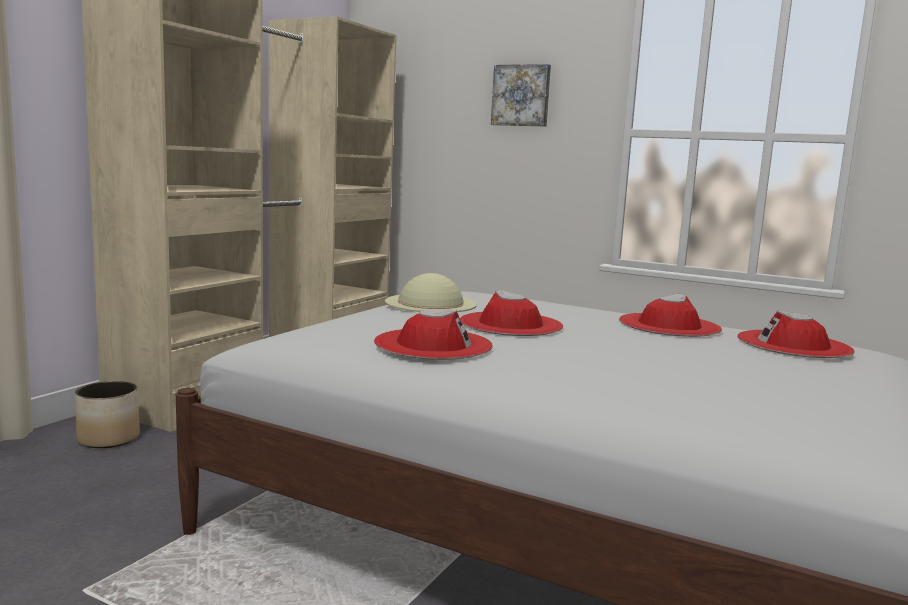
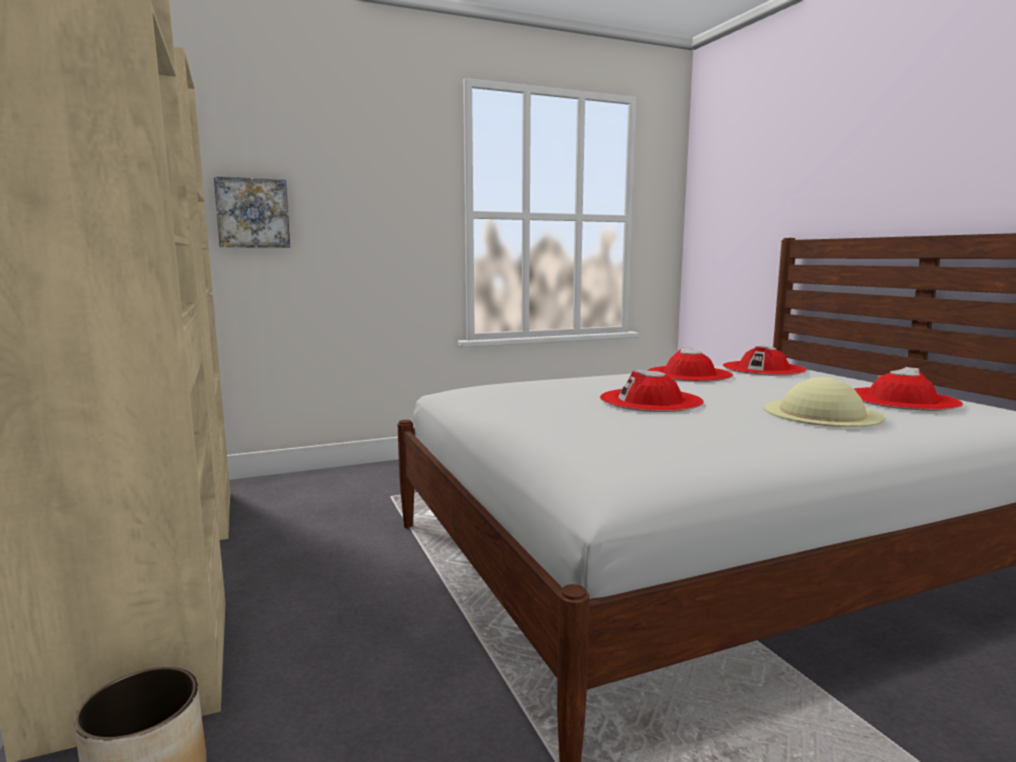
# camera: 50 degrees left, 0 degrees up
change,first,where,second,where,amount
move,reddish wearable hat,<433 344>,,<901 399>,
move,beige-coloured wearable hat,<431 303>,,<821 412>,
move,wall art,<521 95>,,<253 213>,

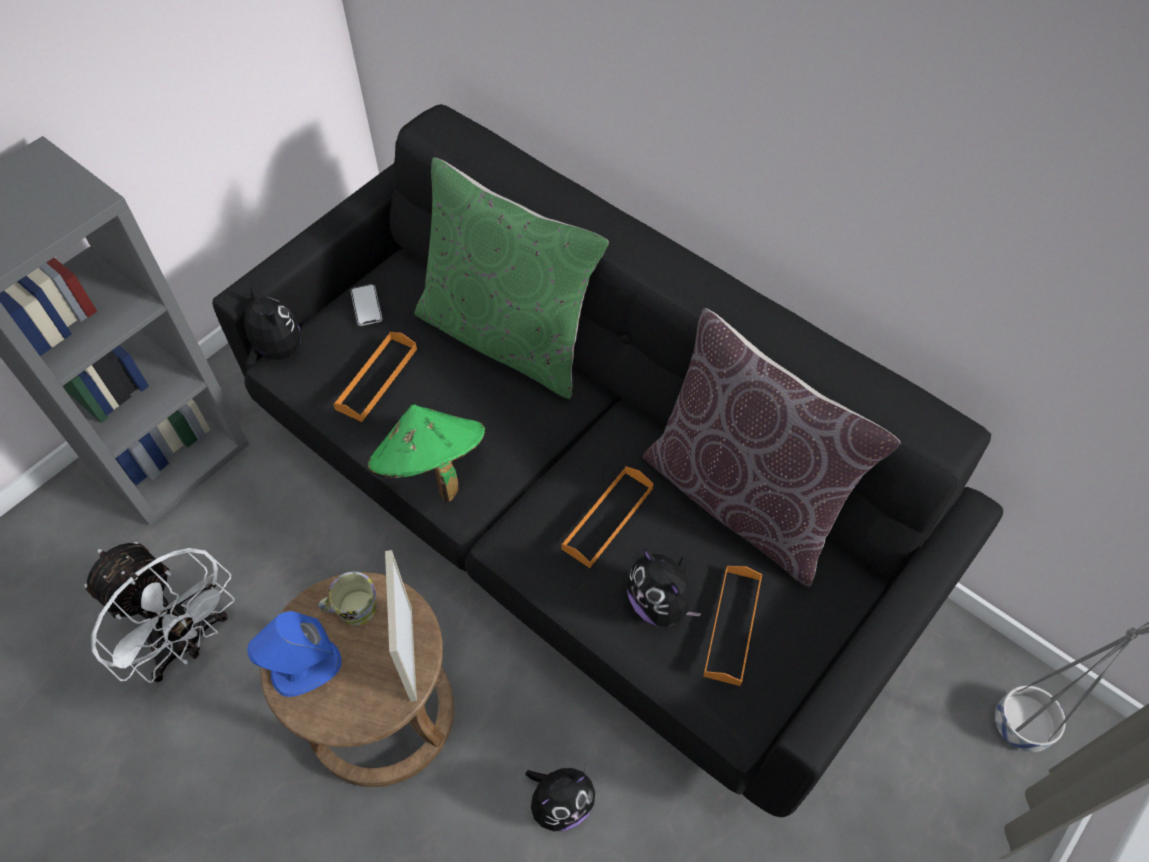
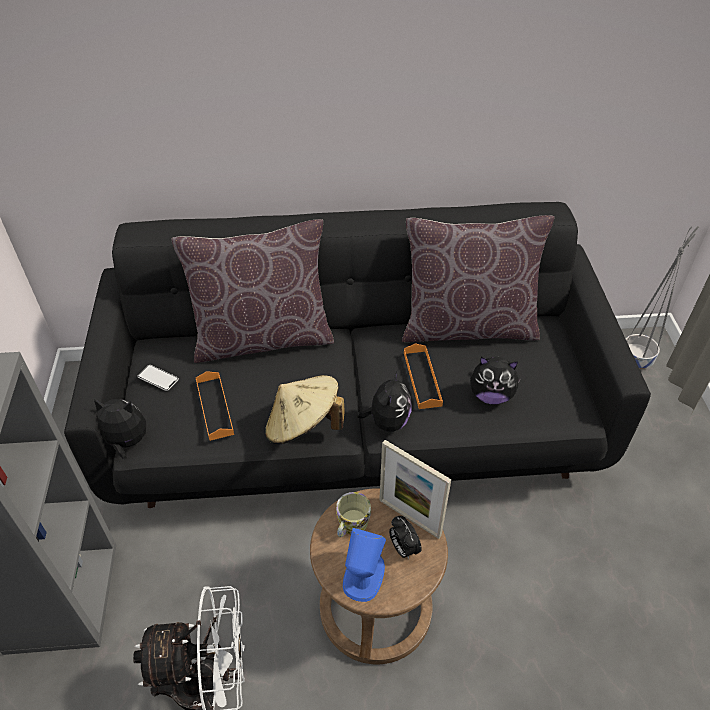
# camera: 45 degrees left, 10 degrees down
change,first,where,second,where,amount
recolor,greenish wearable hat,<431 468>,beige-coloured wearable hat,<303 426>,
recolor,greenish throw pillow,<507 336>,brown-coloured throw pillow,<262 338>,
move,soft toy,<561 803>,,<387 422>,
delete,orange carrying tray,<732 626>,,,
insert,,,table clock,<403 548>,

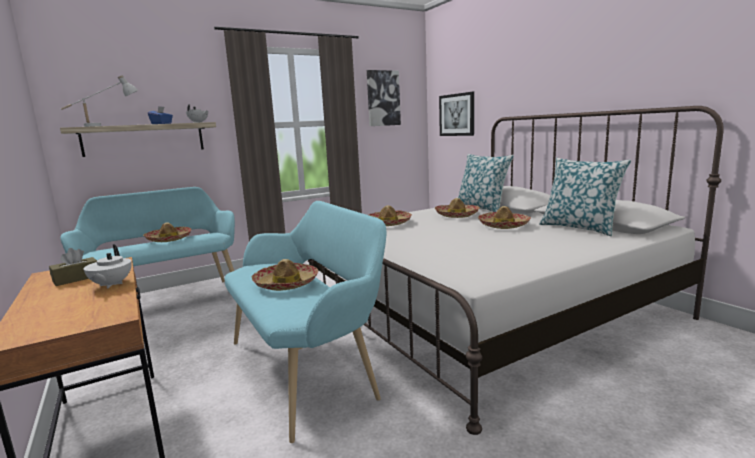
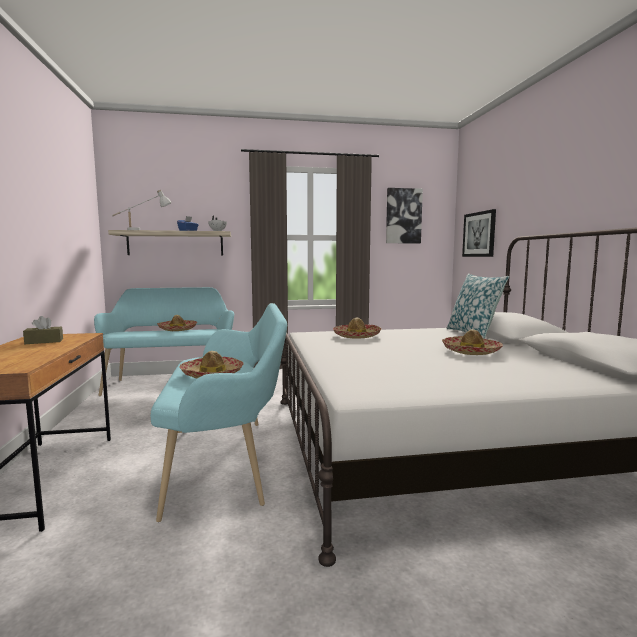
# camera: 20 degrees right, 5 degrees down
change,first,where,second,where,amount
delete,white tea pot,<111 285>,,,
delete,wearable hat,<457 215>,,,
delete,throw pillow,<580 228>,,,

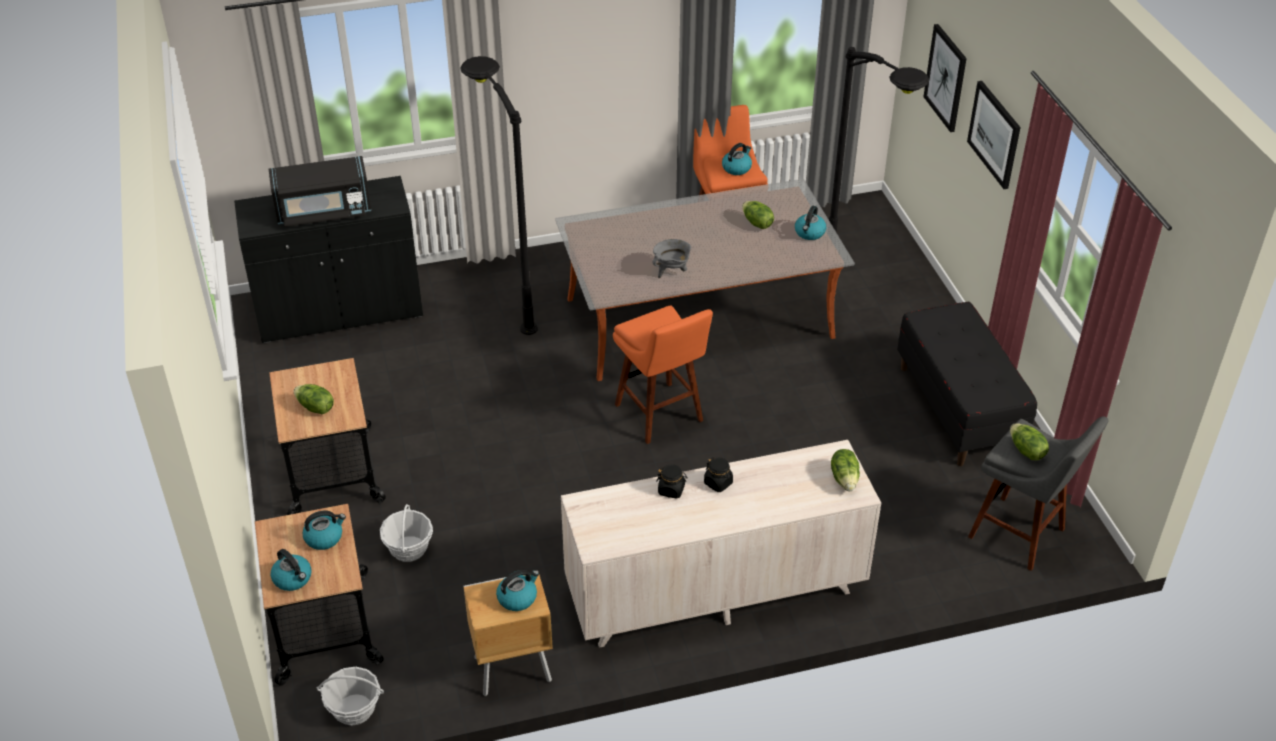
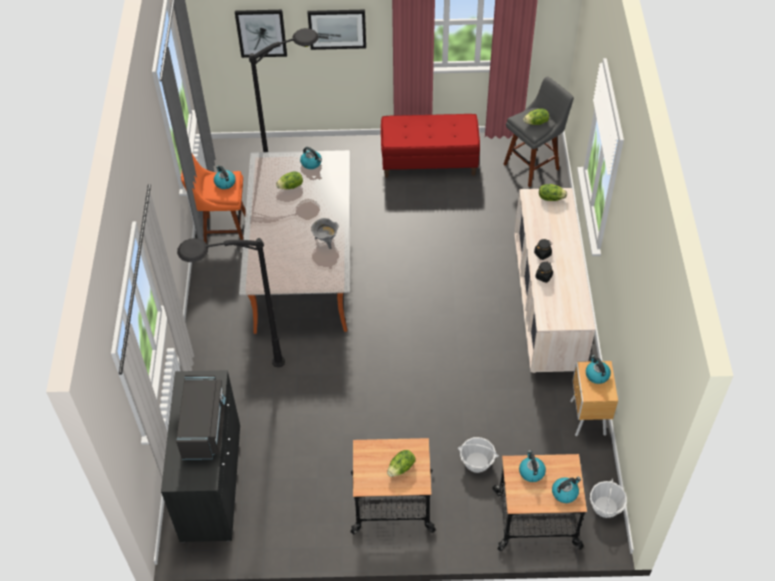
# camera: 75 degrees left, 10 degrees up
change,first,where,second,where,amount
delete,orange stool seat,<661 416>,,,
recolor,black bench,<958 409>,reddish bench,<429 162>,

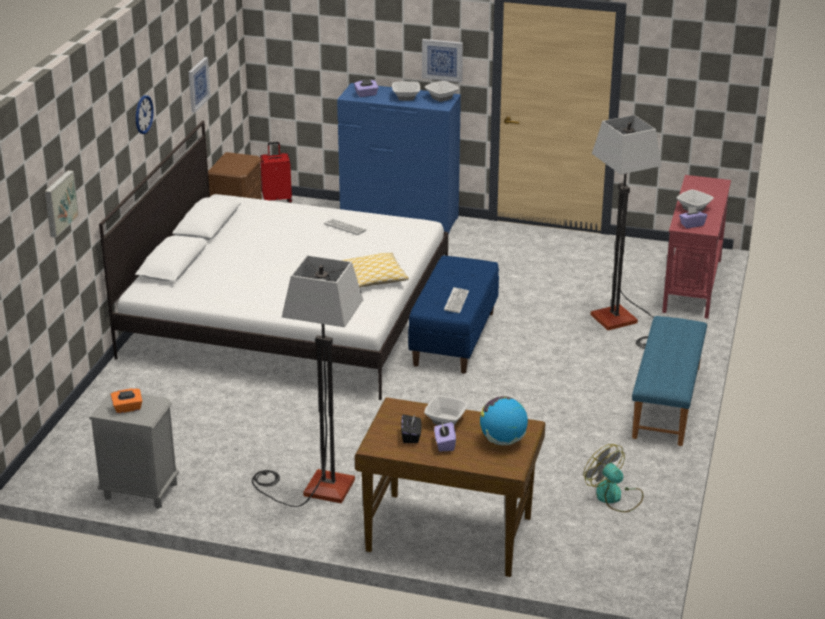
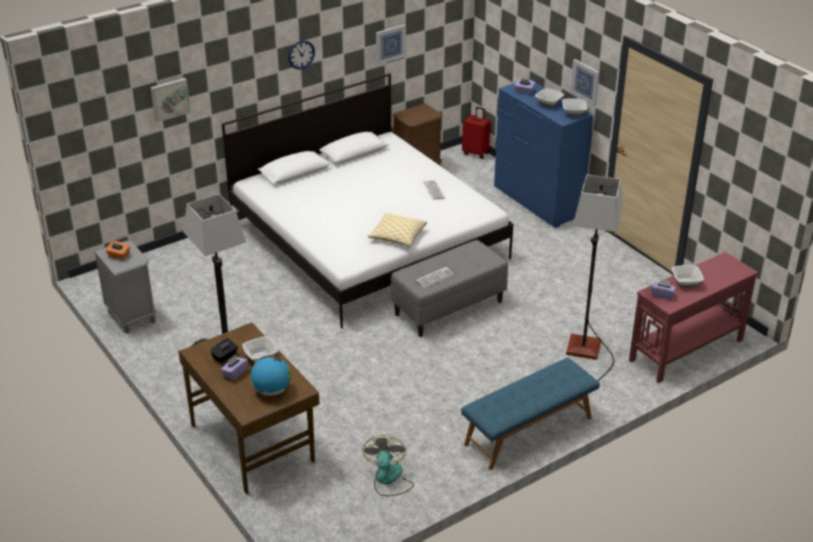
# camera: 40 degrees right, 5 degrees up
change,first,where,second,where,amount
recolor,blue bench,<453 338>,grey bench,<449 307>,

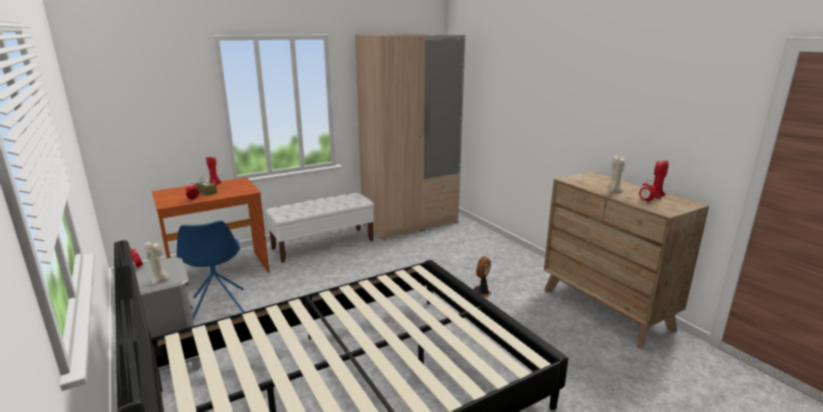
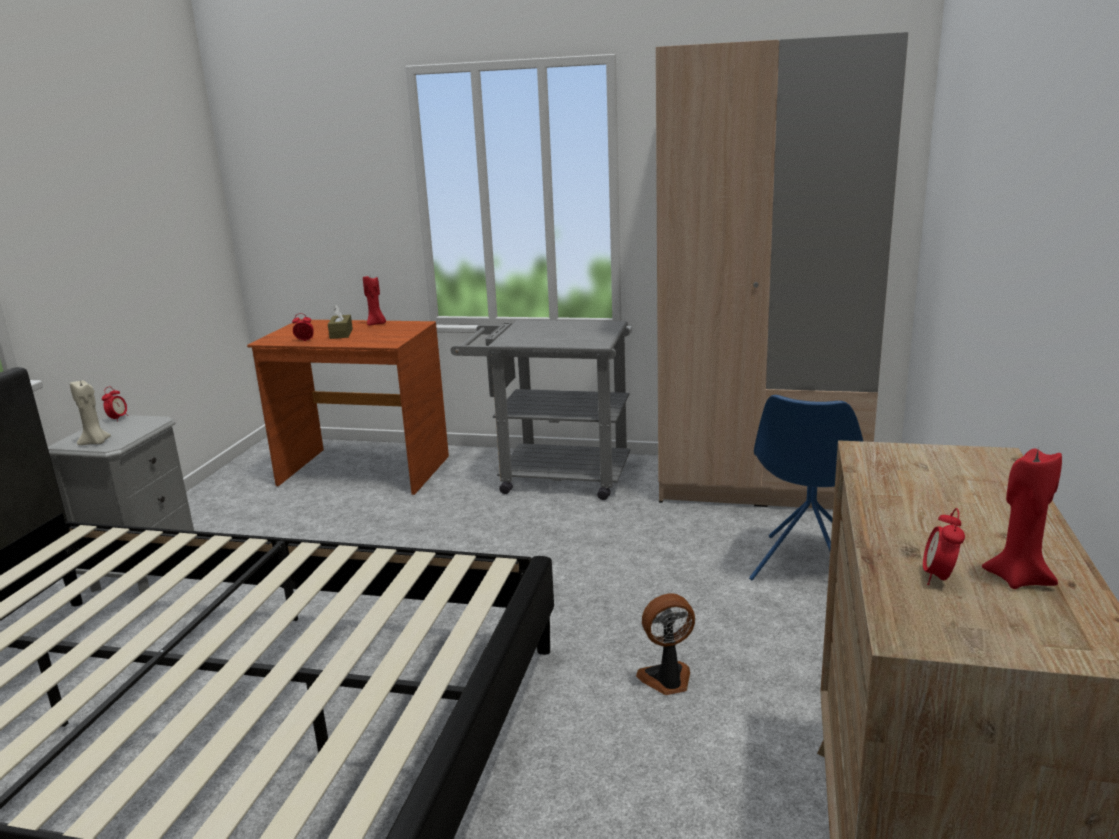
# camera: 45 degrees right, 0 degrees up
change,first,where,second,where,amount
move,blue chair,<218 306>,,<806 567>,
replace,white bench,<323 244>,grey wheeled cart,<552 476>,
delete,beige-coloured wax candle,<613 191>,,,

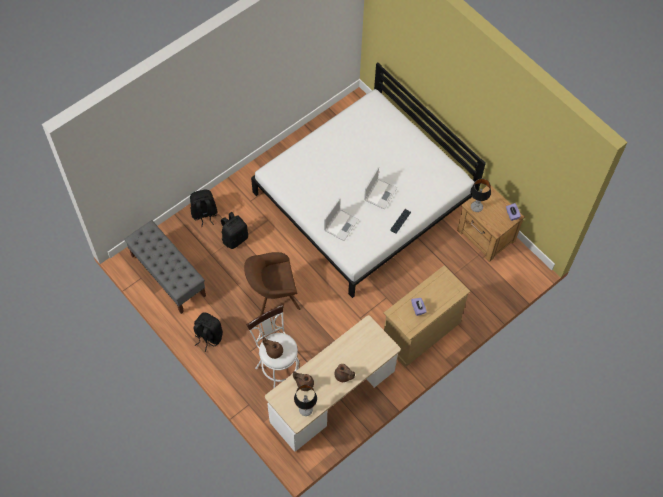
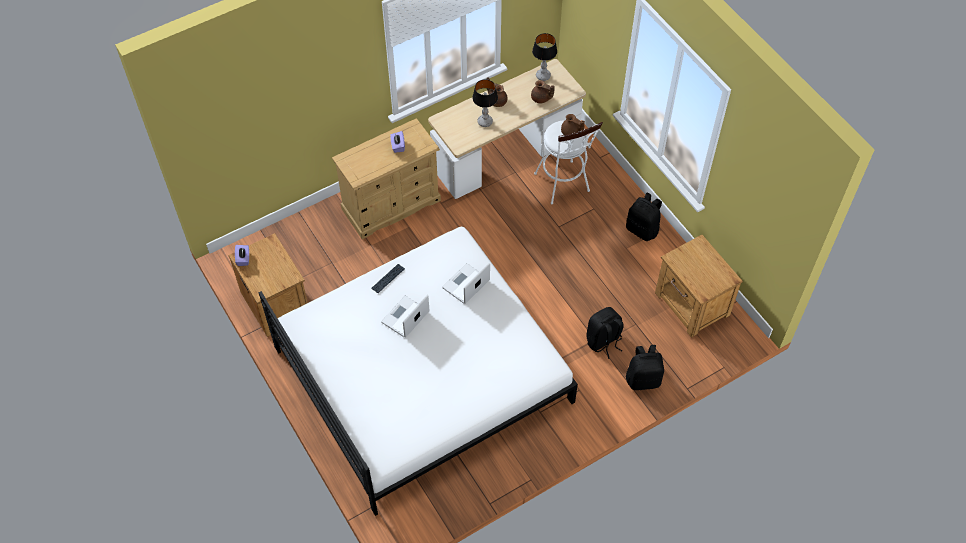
# camera: 170 degrees left, 5 degrees down
change,first,where,second,where,amount
replace,grey bench,<168 275>,brown-coloured night table,<692 305>,
delete,brown-coloured lounge chair,<272 296>,,,
move,tabletop lamp,<476 207>,,<485 121>,

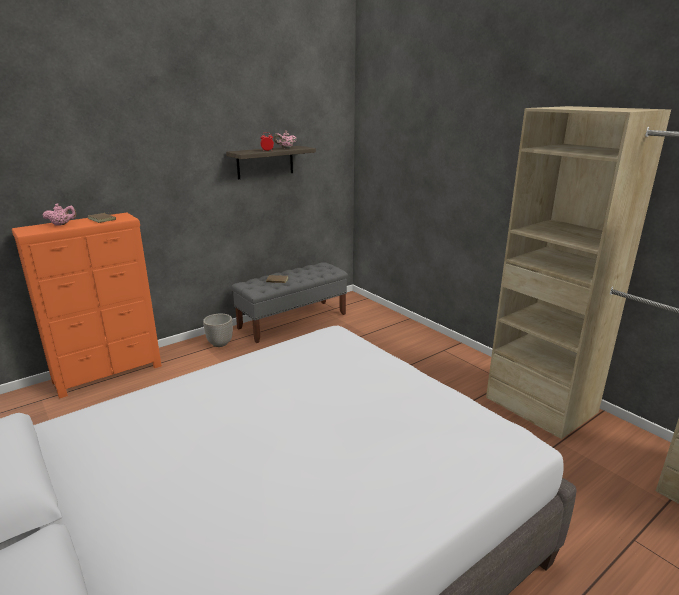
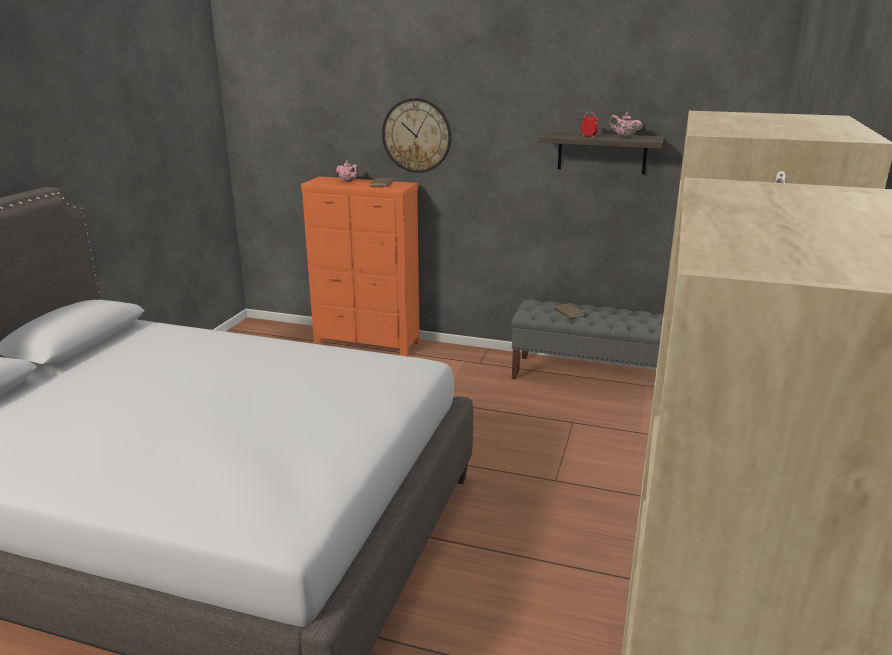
# camera: 55 degrees right, 0 degrees up
change,first,where,second,where,amount
delete,plant pot,<220 343>,,,
insert,,,clock on the wall,<417 135>,

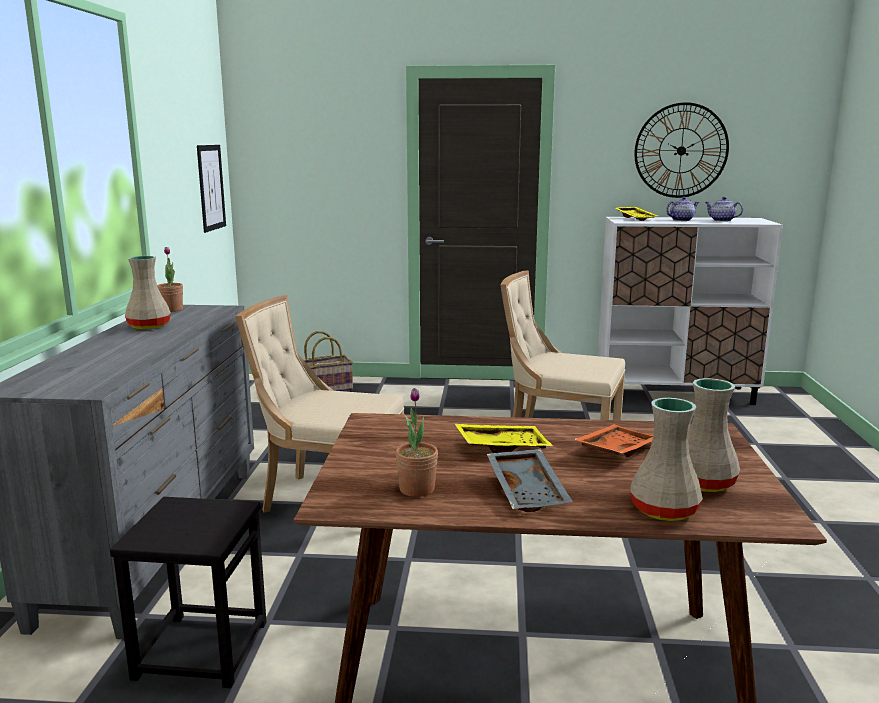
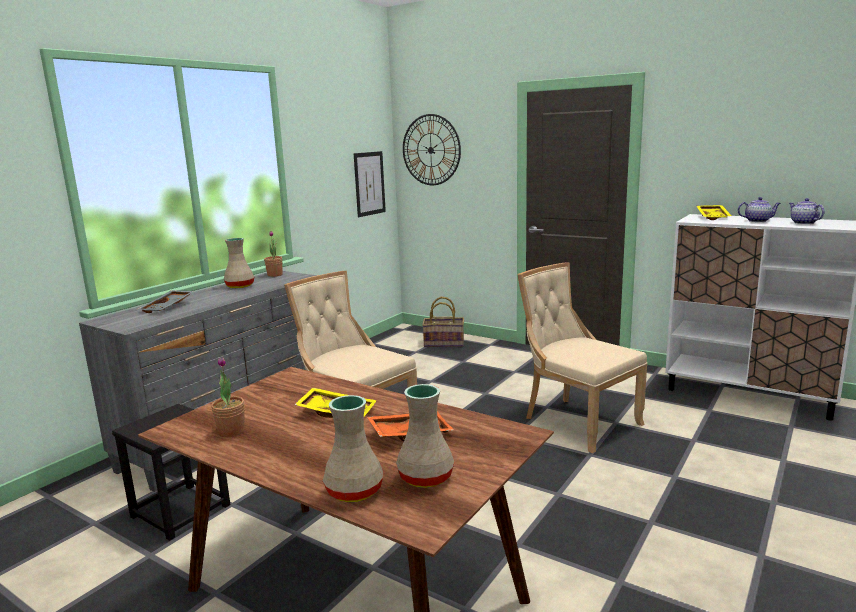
# camera: 30 degrees right, 0 degrees up
change,first,where,second,where,amount
move,grey carrying tray,<529 491>,,<168 307>,
move,clock on the wall,<681 150>,,<431 150>,

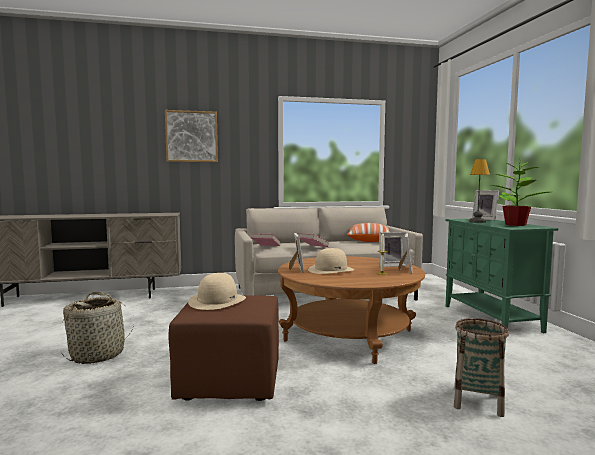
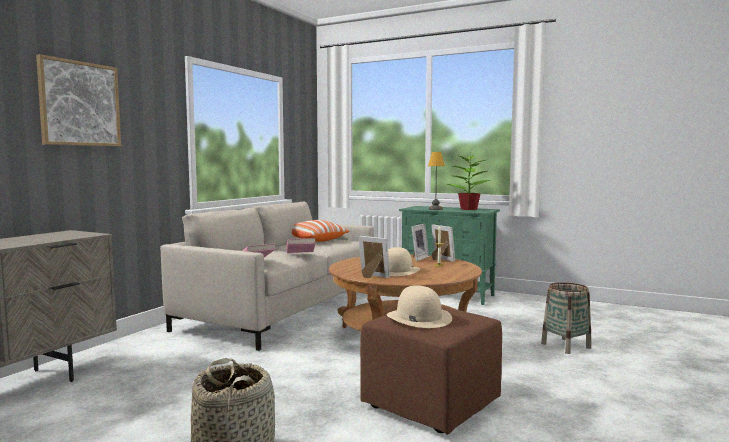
# camera: 50 degrees left, 0 degrees up
change,first,where,second,where,amount
delete,picture frame,<485 219>,,,

